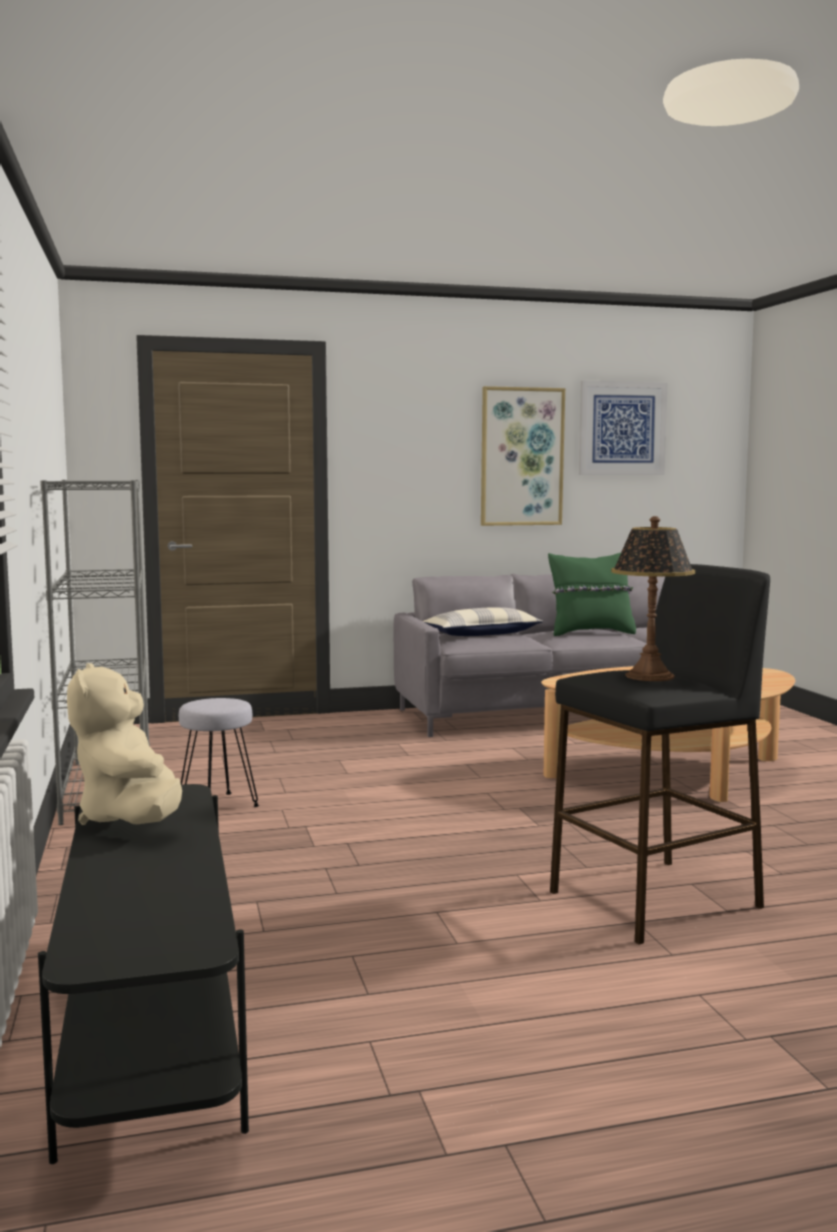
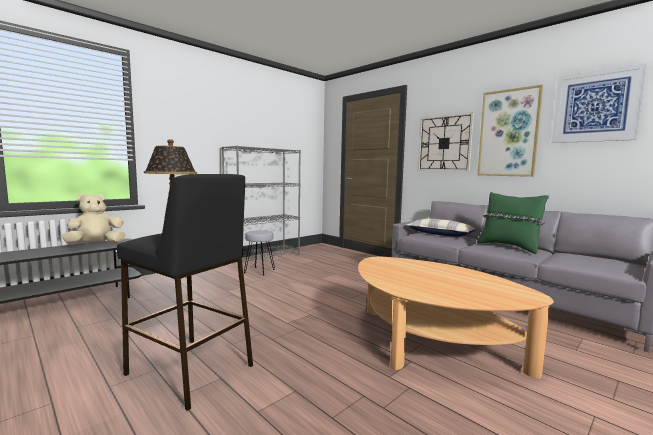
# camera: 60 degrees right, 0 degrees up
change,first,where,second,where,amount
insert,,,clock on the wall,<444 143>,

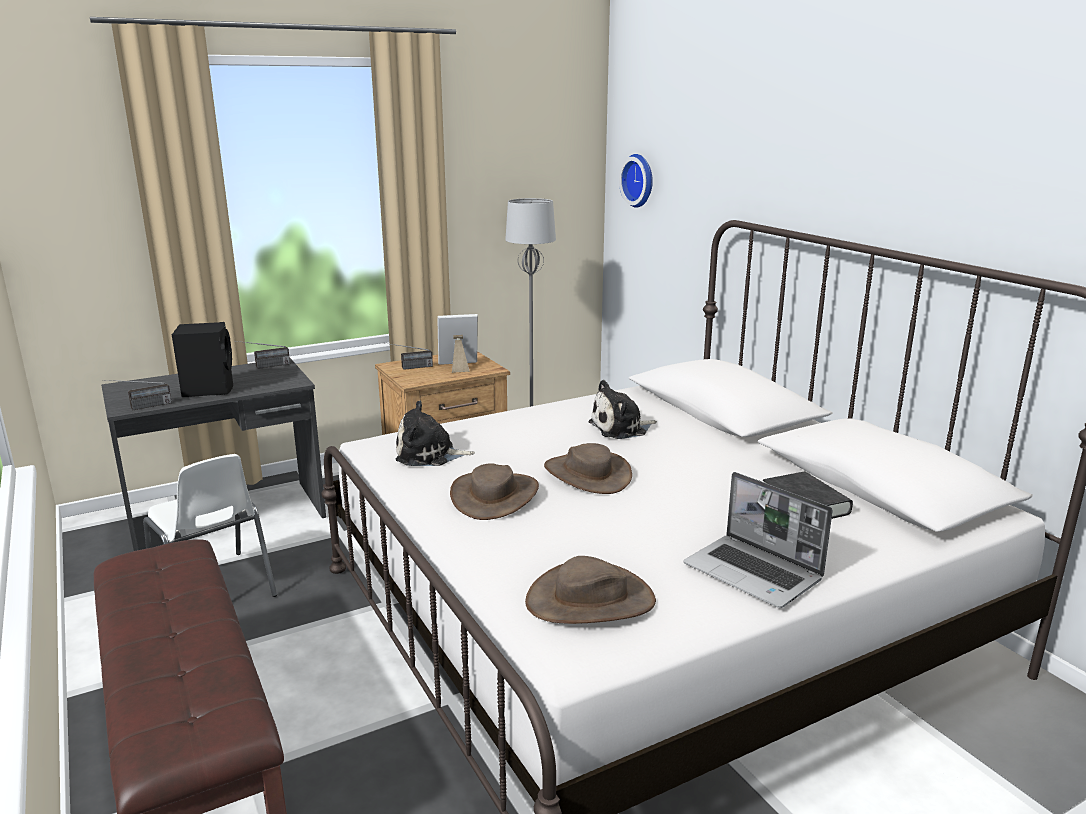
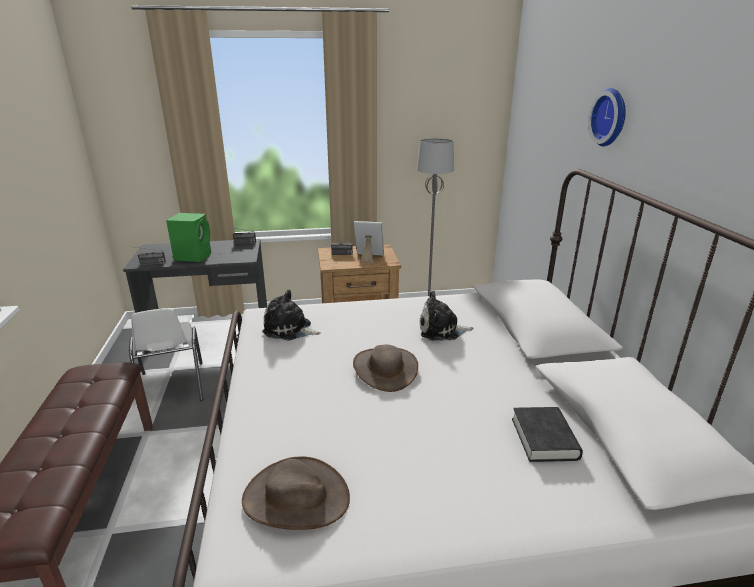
# camera: 20 degrees right, 5 degrees up
change,first,where,second,where,amount
recolor,black audio speaker,<209 389>,greenish audio speaker,<194 256>,
delete,brown-coloured wearable hat,<495 496>,,,
move,clock on the wall,<640 180>,,<611 117>,
delete,notebook computer,<754 573>,,,

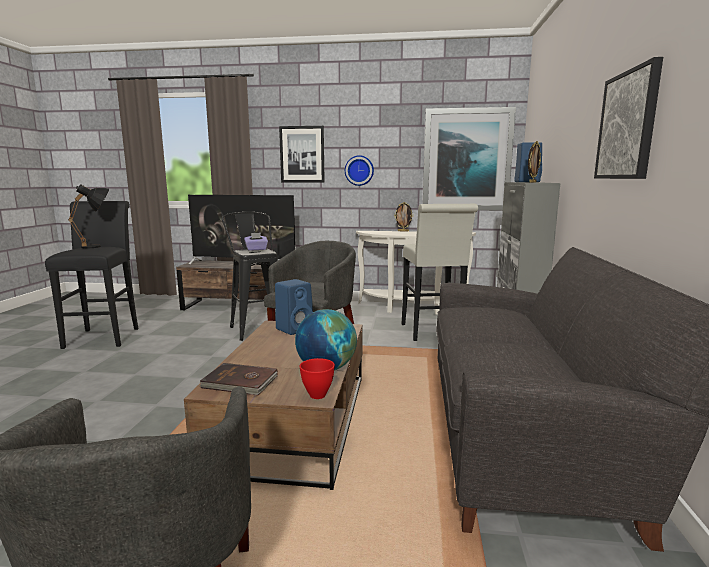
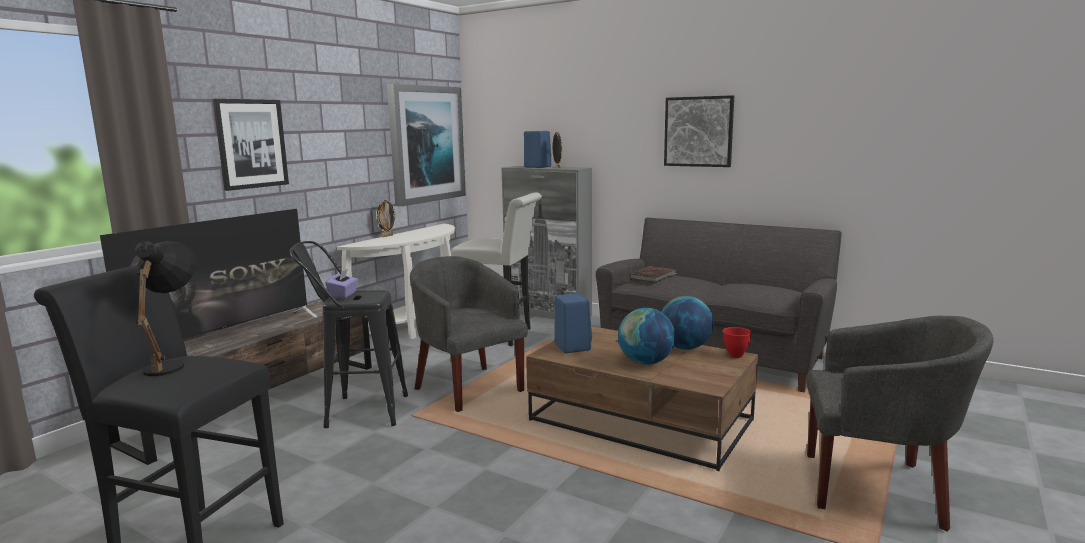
# camera: 65 degrees left, 0 degrees up
change,first,where,second,where,amount
move,brown-coloured book,<240 382>,,<653 276>,
delete,clock on the wall,<359 170>,,,
insert,,,desk globe,<645 362>,

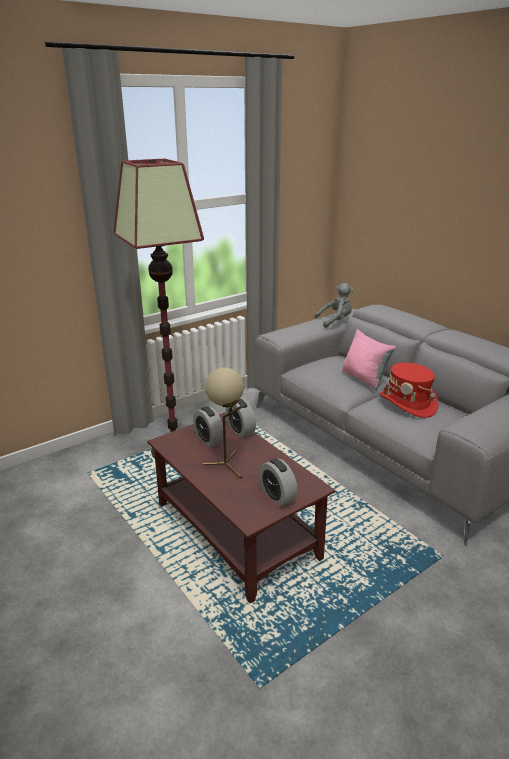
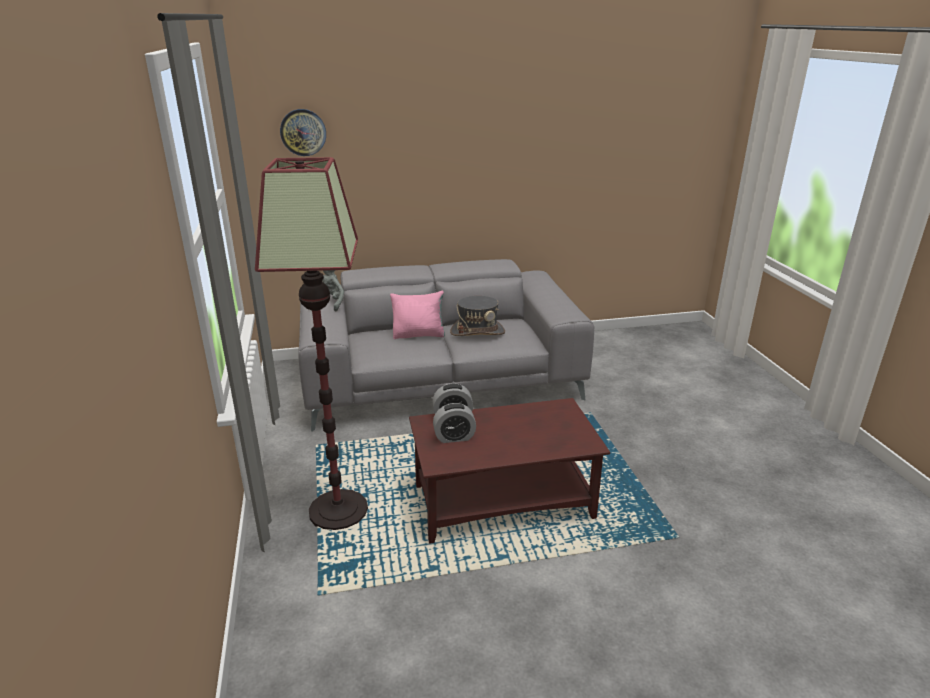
# camera: 65 degrees left, 0 degrees up
change,first,where,second,where,amount
delete,beige-coloured tabletop lamp,<227 465>,,,
delete,table clock,<277 496>,,,
recolor,reddish wearable hat,<408 403>,grey wearable hat,<477 331>,
insert,,,clock on the wall,<303 132>,

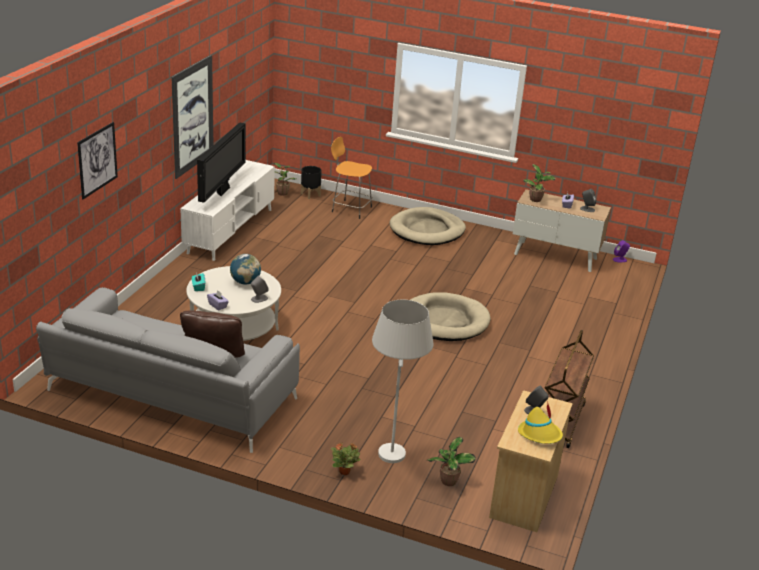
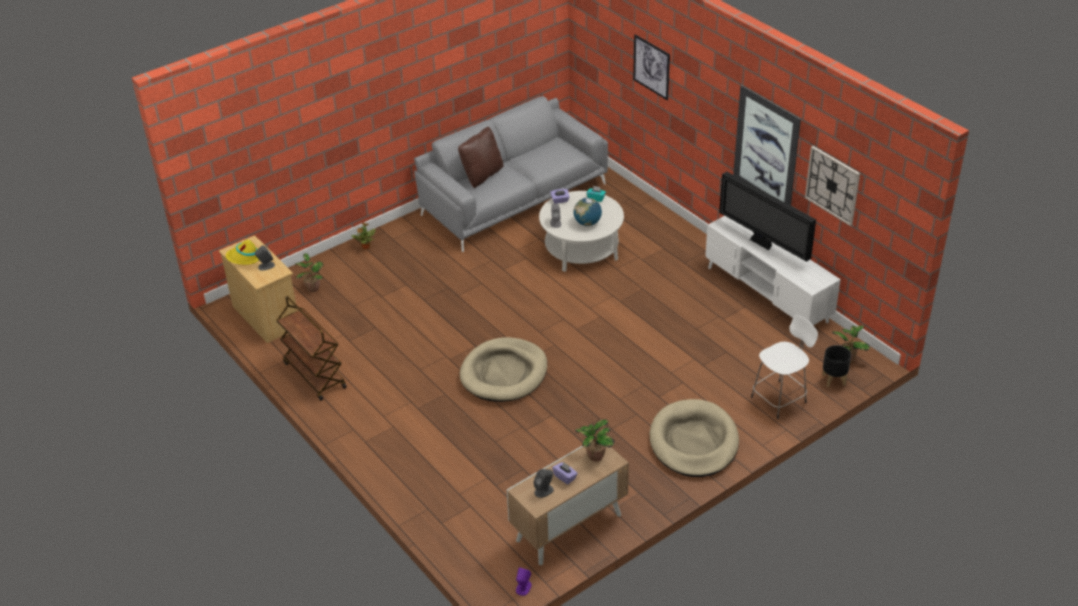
# camera: 125 degrees right, 10 degrees up
change,first,where,second,where,amount
recolor,orange stool seat,<350 209>,white stool seat,<780 399>,
delete,white standing lamp,<391 464>,,,
insert,,,clock on the wall,<832 185>,

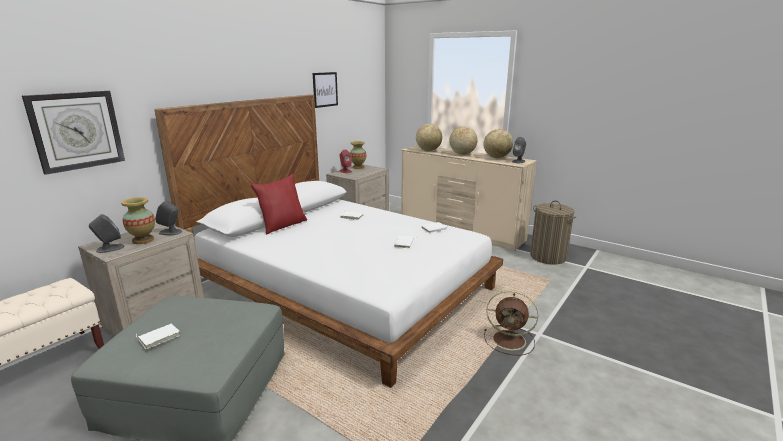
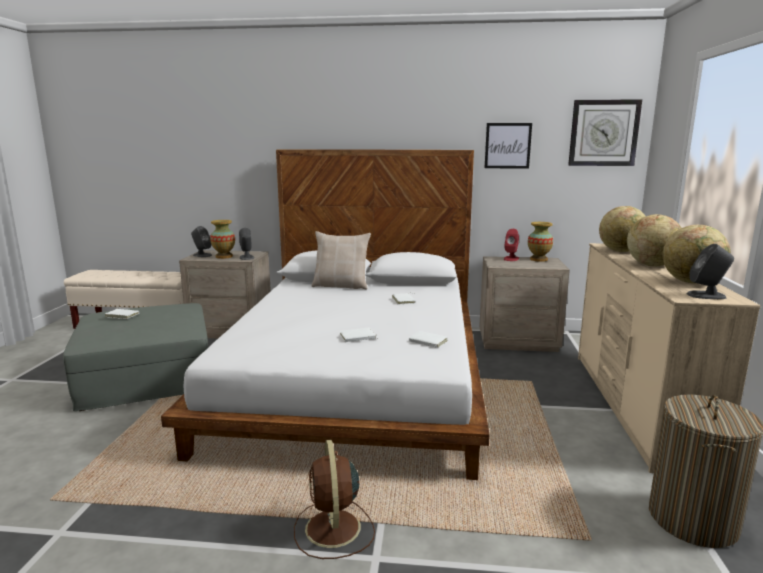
# camera: 60 degrees right, 5 degrees down
change,first,where,second,where,amount
move,clock on the wall,<77 130>,,<603 133>,
recolor,reddish throw pillow,<282 225>,beige-coloured throw pillow,<341 286>,

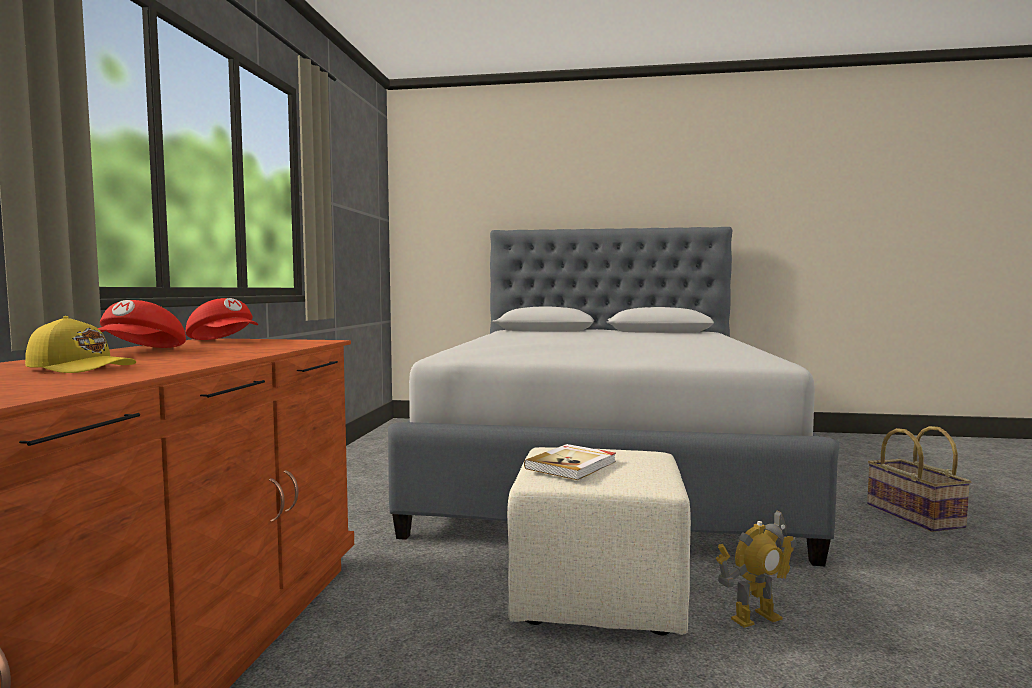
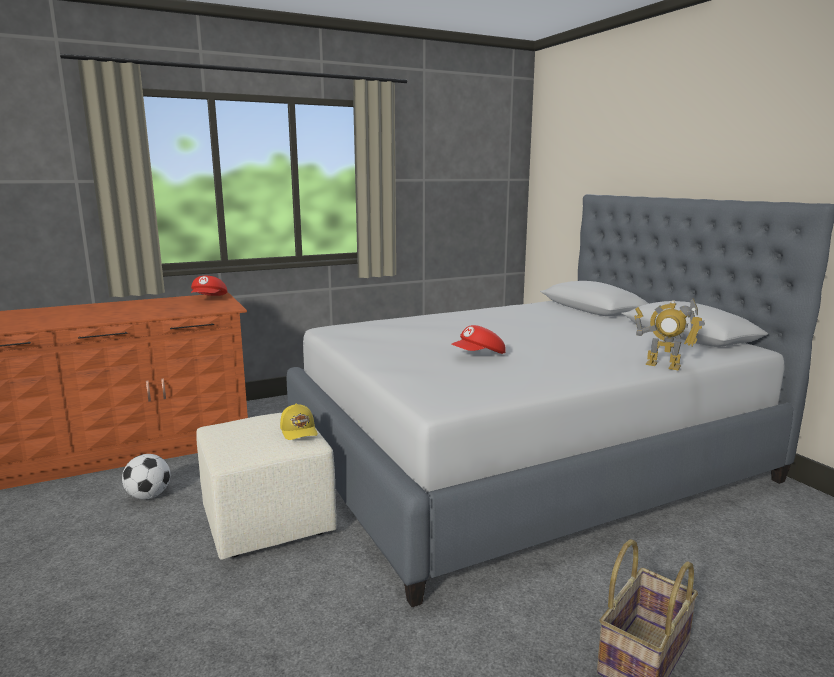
# camera: 55 degrees right, 10 degrees up
change,first,where,second,where,amount
move,yellow-coloured baseball cap,<82 368>,,<299 431>,
move,reddish baseball cap,<141 351>,,<479 356>,
delete,book,<572 465>,,,
move,robot figure,<755 618>,,<663 365>,
insert,,,football ball,<149 496>,

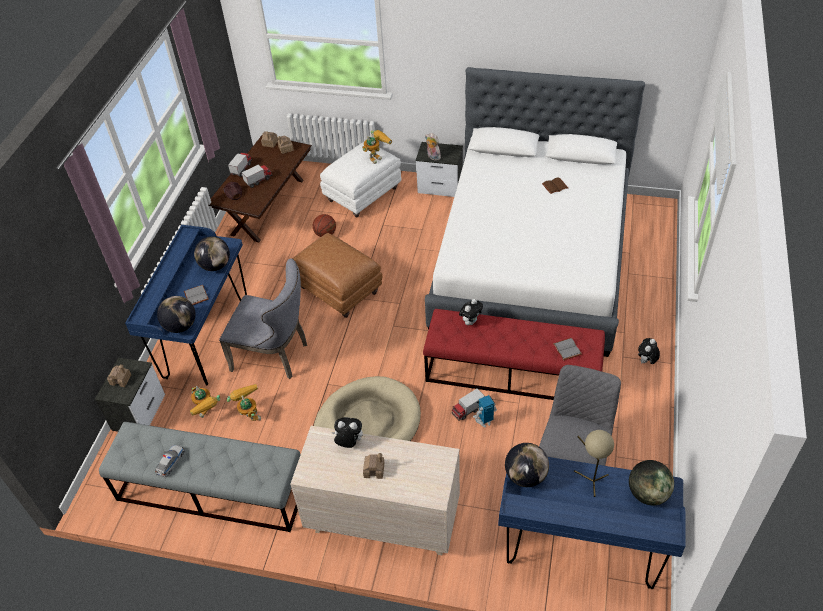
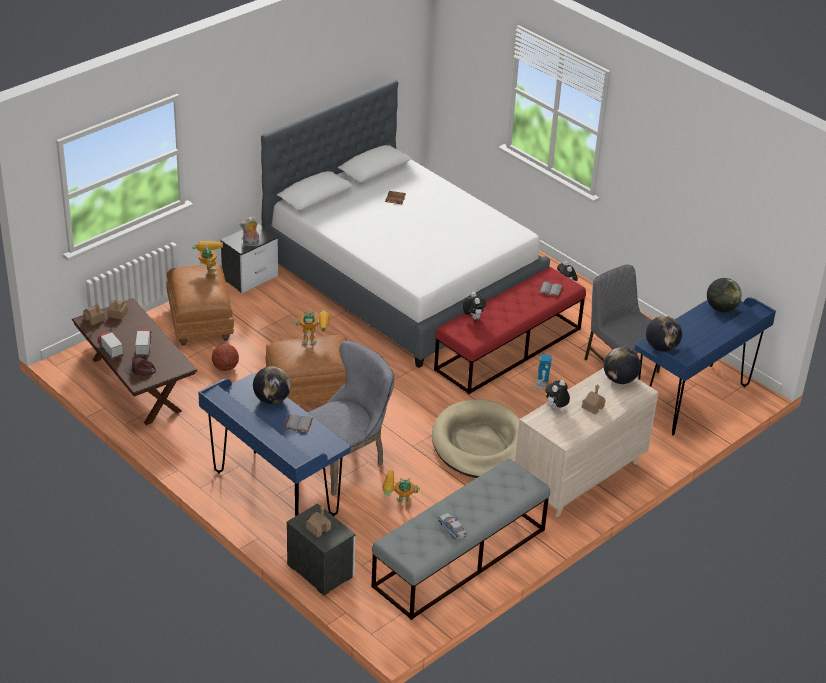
# camera: 60 degrees left, 10 degrees down
change,first,where,second,where,amount
move,desk globe,<181 326>,,<620 379>,
move,robot figure,<207 413>,,<315 339>,
recolor,white footrest,<363 194>,brown-coloured footrest,<200 323>,
delete,toy lorry,<468 410>,,,
delete,beige-coloured tabletop lamp,<590 480>,,,

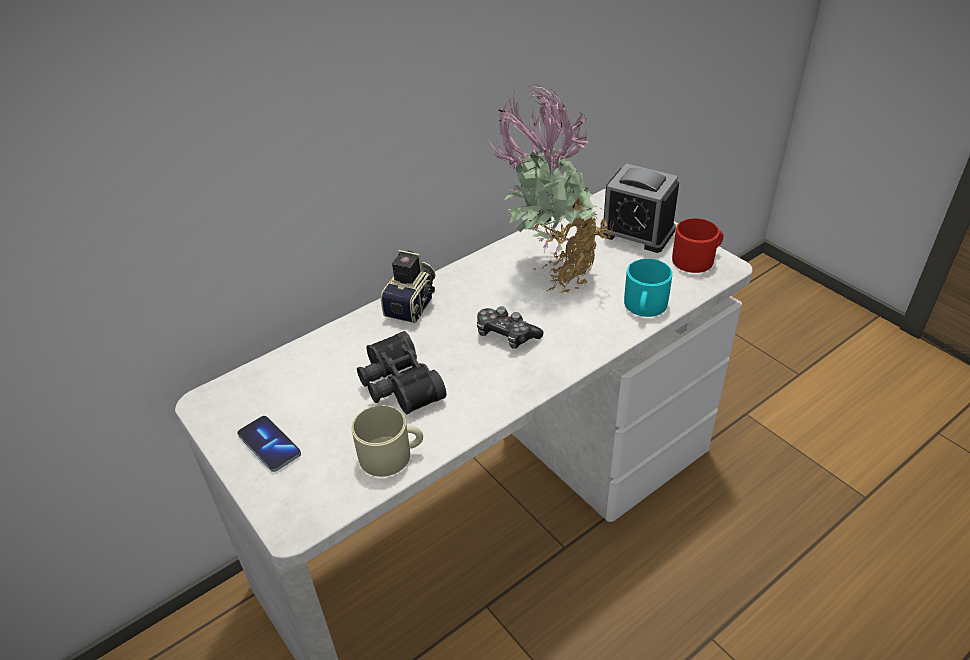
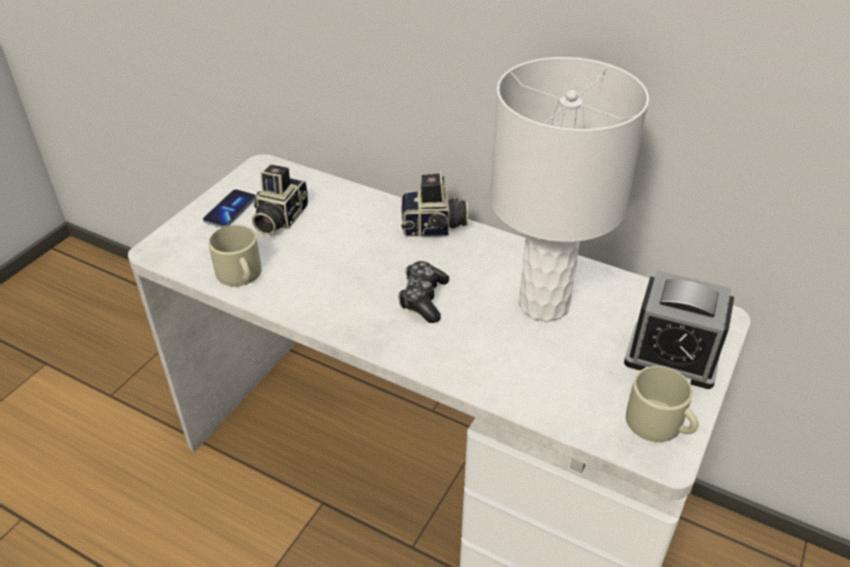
# camera: 65 degrees right, 0 degrees up
change,first,where,second,where,amount
delete,black binoculars,<397 385>,,,
replace,houseplant,<551 271>,white tabletop lamp,<544 304>,
rotate,table clock,<637 232>,,<672 356>,75 degrees counterclockwise
delete,turquoise tea mug,<644 306>,,,
recolor,reddish tea mug,<697 259>,beige-coloured tea mug,<660 424>,
insert,,,still camera,<279 218>,

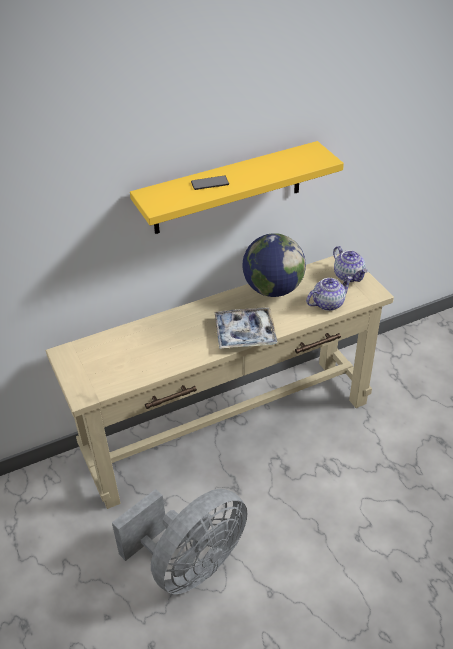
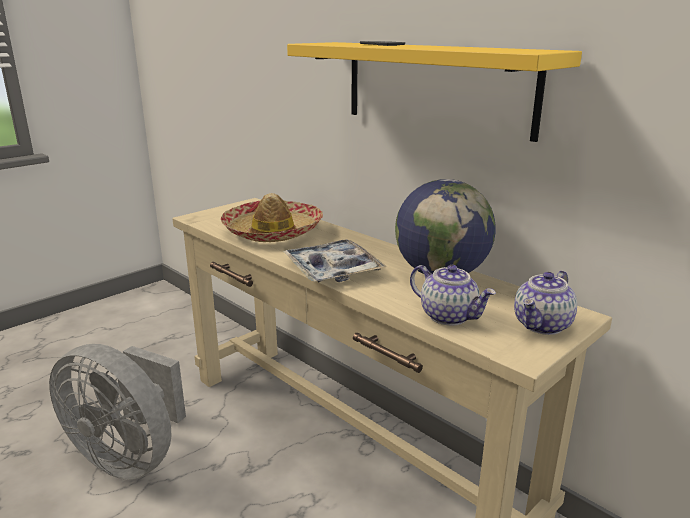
# camera: 70 degrees right, 20 degrees down
change,first,where,second,where,amount
insert,,,wearable hat,<273 231>,

